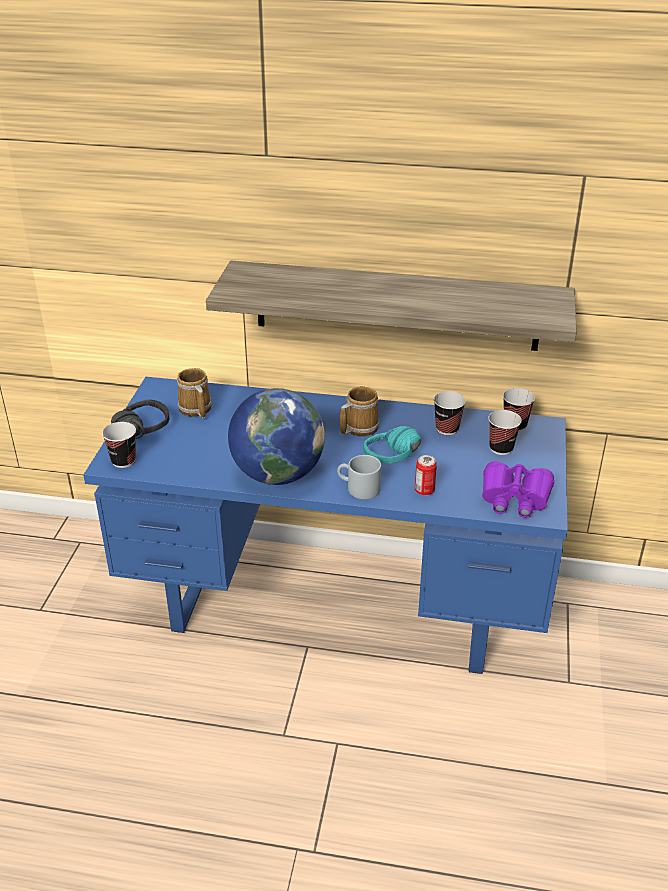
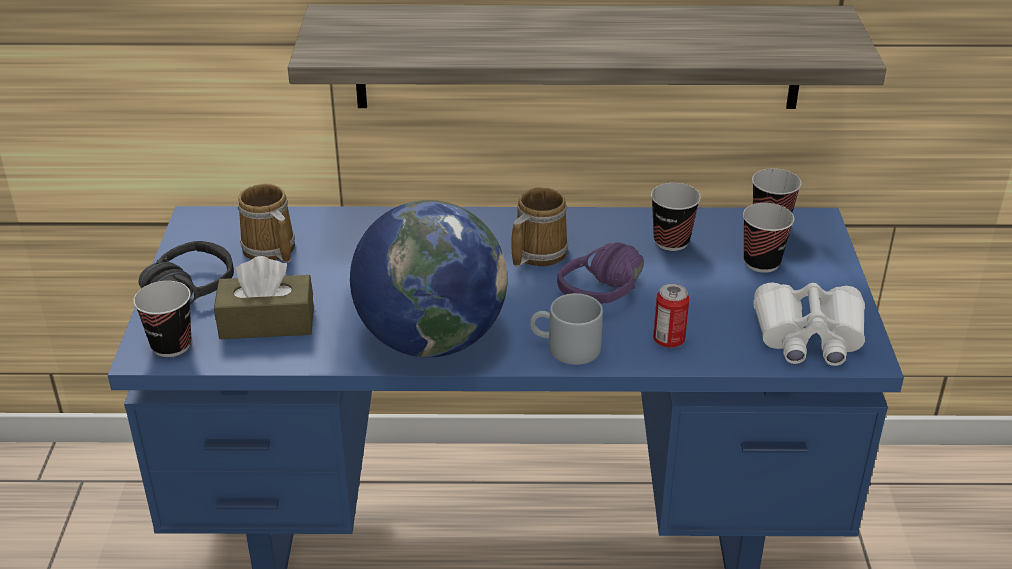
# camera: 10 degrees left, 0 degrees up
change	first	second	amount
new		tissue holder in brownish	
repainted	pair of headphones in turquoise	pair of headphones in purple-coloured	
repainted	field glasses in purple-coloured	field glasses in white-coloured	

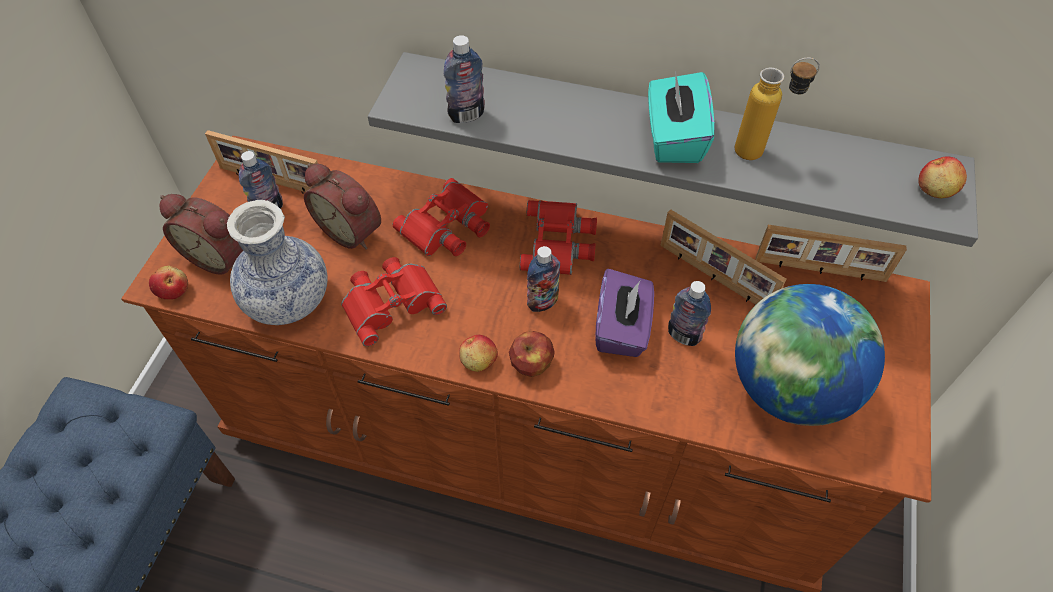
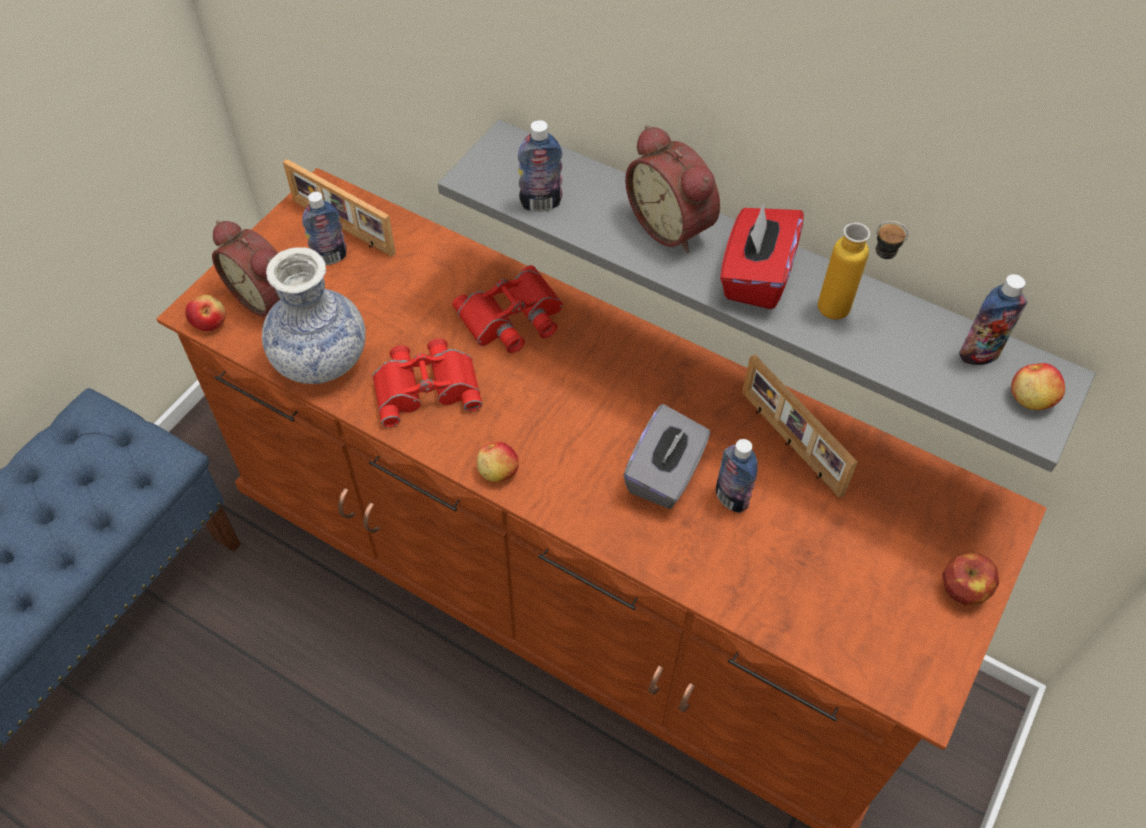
# camera: 15 degrees right, 0 degrees up
change	first	second	amount
gone	field glasses in red-coloured (no. 3 from left)		
gone	globe		
gone	photo frame (no. 3 from left)		
shifted	table clock (no. 2 from left)		
shifted	apple (no. 3 from left)		
shifted	bottle (no. 3 from left in the first image)	bottle (no. 5 from left)	
repainted	tissue holder in purple-coloured	tissue holder in grey	
repainted	tissue holder in turquoise	tissue holder in red-coloured	

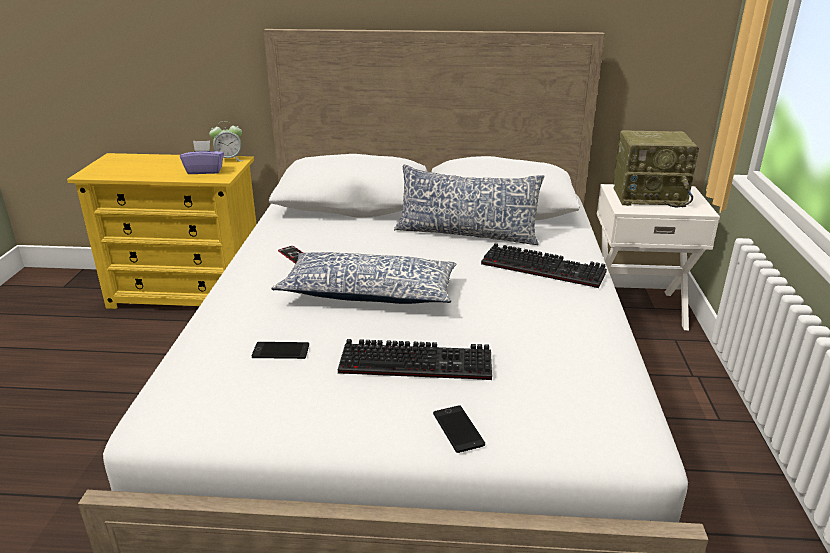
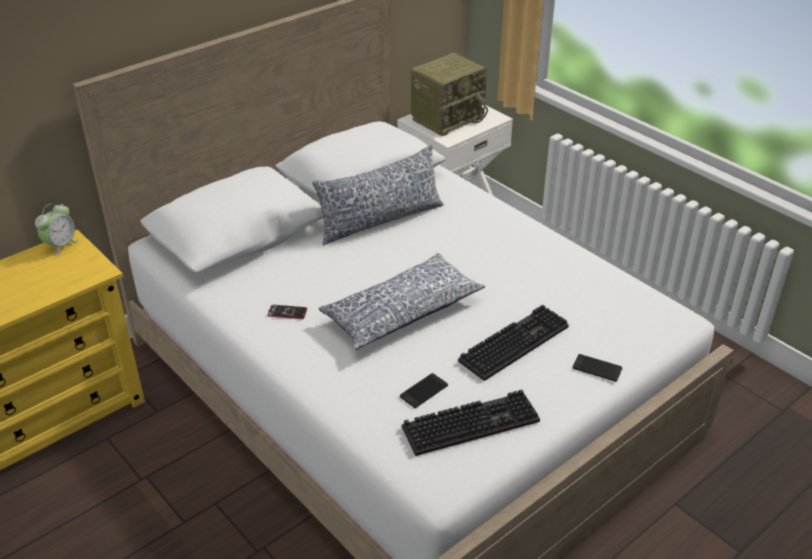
# camera: 45 degrees left, 10 degrees up
change	first	second	amount
gone	tissue holder in purple-coloured		
shifted	computer keyboard (no. 2 from left in the first image)	computer keyboard (no. 1 from left)	

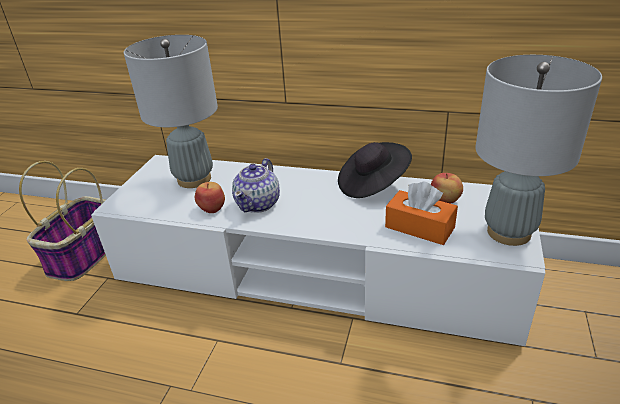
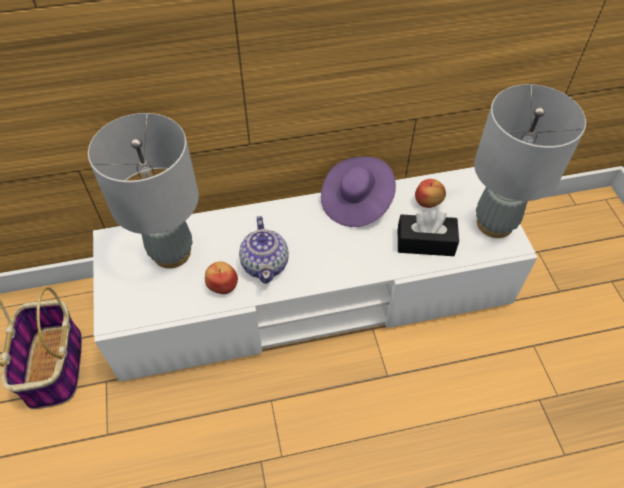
# camera: 30 degrees left, 20 degrees up
change	first	second	amount
repainted	wearable hat in blackish	wearable hat in purple-coloured	
repainted	tissue holder in orange-coloured	tissue holder in blackish	

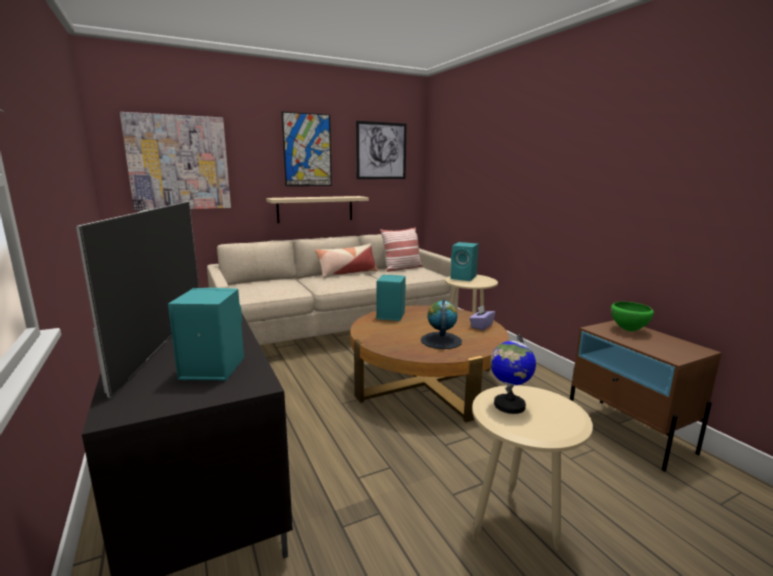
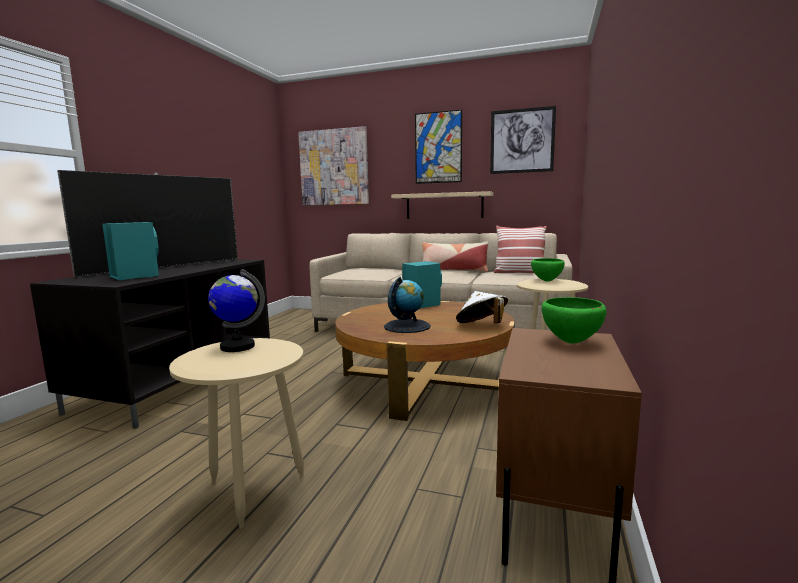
# camera: 45 degrees right, 5 degrees down
change	first	second	amount
swapped	audio speaker in turquoise (no. 3 from left)	serving bowl in green (no. 1 from left)	
swapped	tissue holder in purple-coloured	wearable hat in white-coloured	

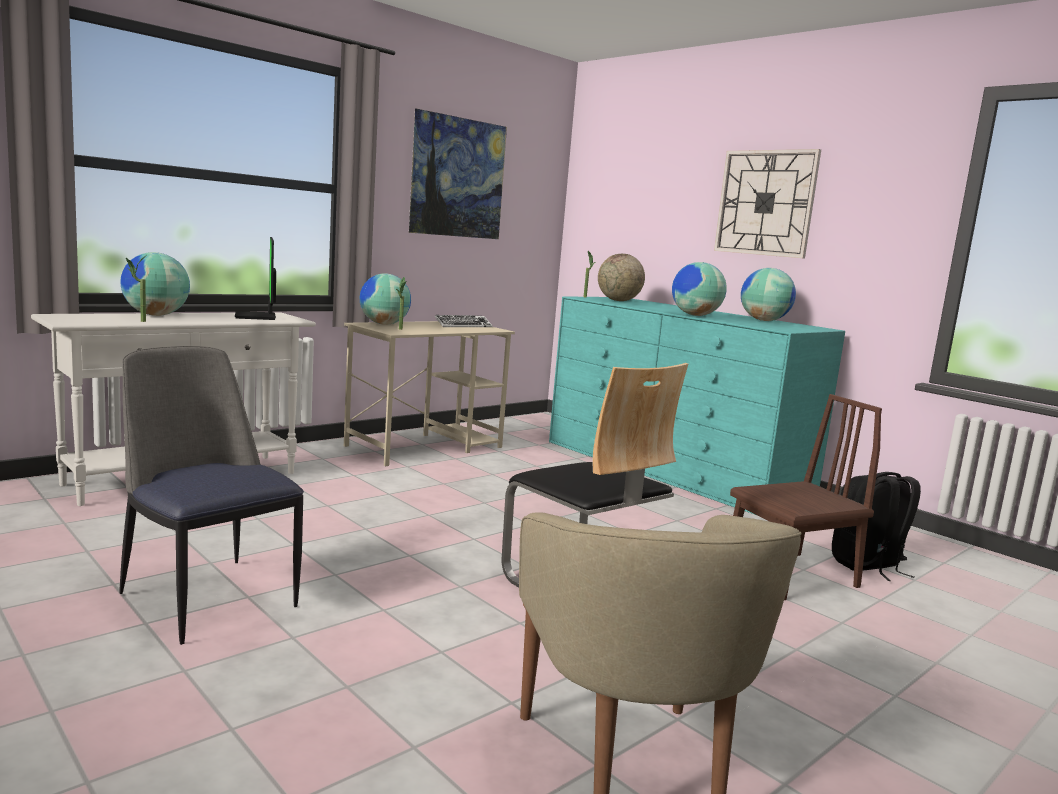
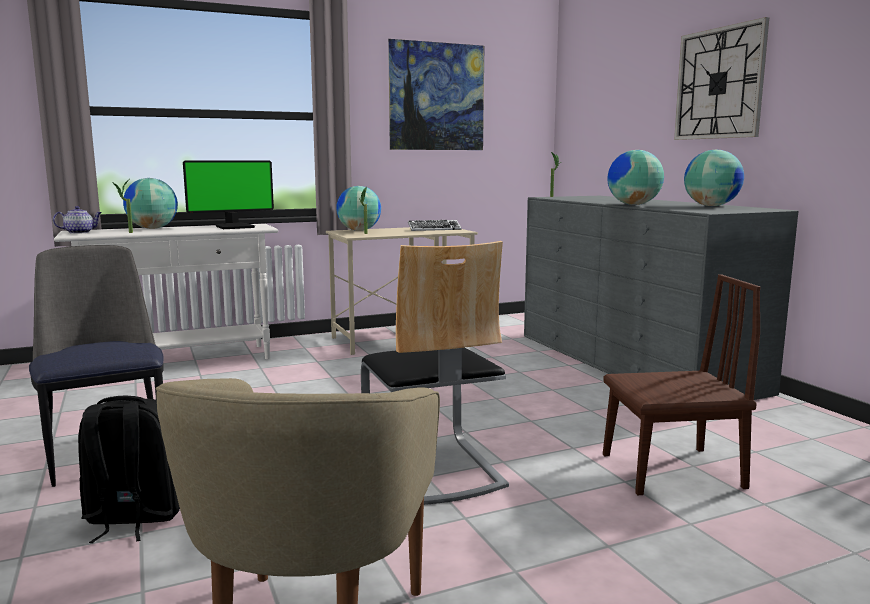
# camera: 20 degrees right, 0 degrees up
change	first	second	amount
gone	globe (no. 3 from left)		
new		teapot	
shifted	rucksack in blackish		
repainted	drawer chest in turquoise	drawer chest in grey	
rotated	computer screen		120 degrees counterclockwise

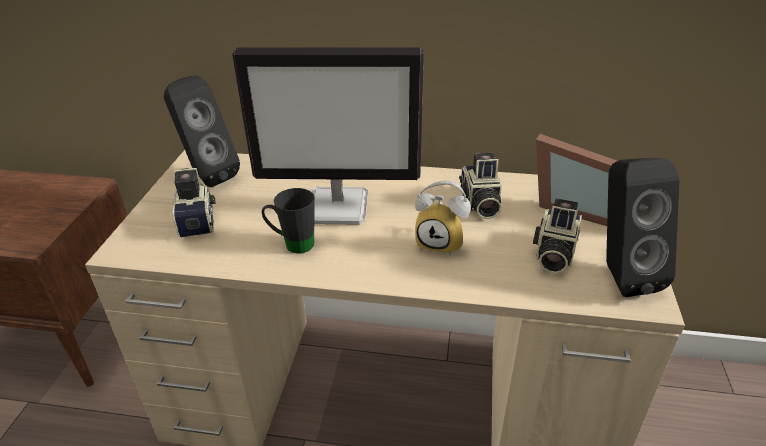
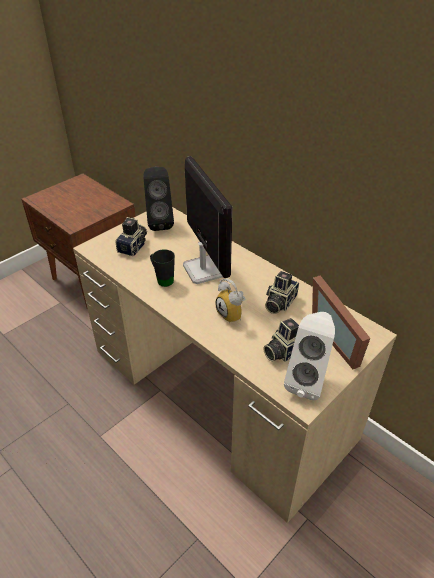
# camera: 35 degrees right, 5 degrees up
change	first	second	amount
repainted	audio speaker in blackish (no. 2 from left)	audio speaker in white-coloured	
rotated	computer screen		150 degrees counterclockwise

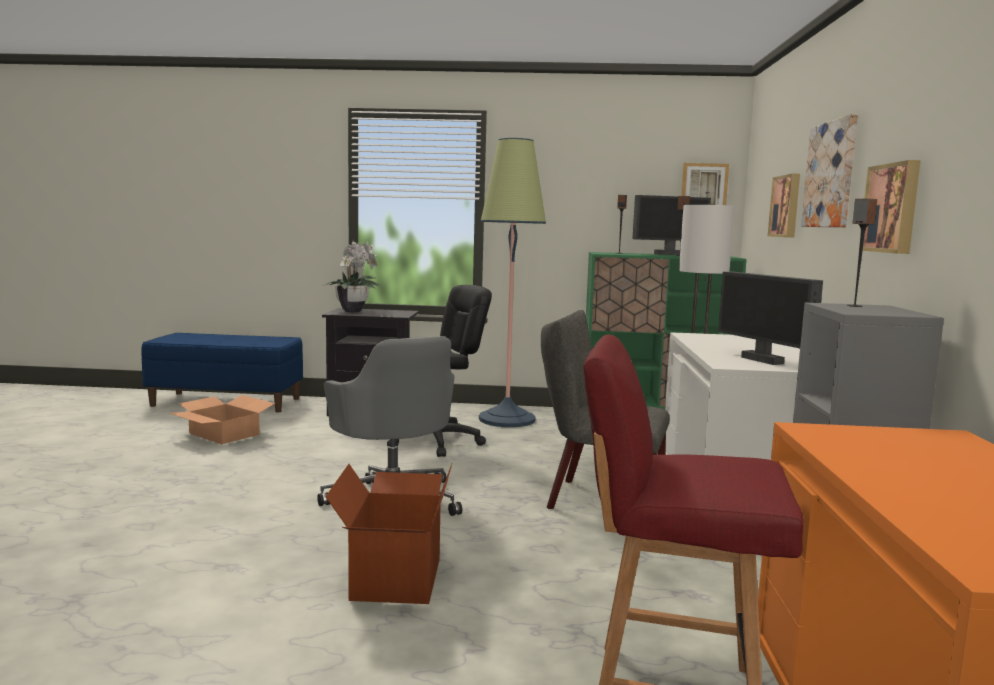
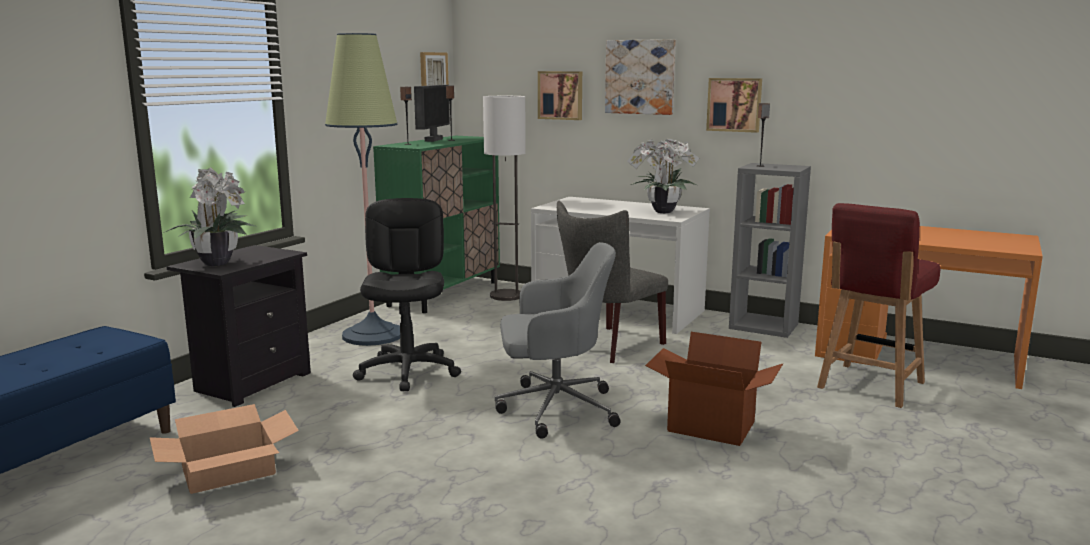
# camera: 65 degrees left, 5 degrees up
change	first	second	amount
swapped	computer screen (no. 2 from left)	potted plant (no. 2 from left)	

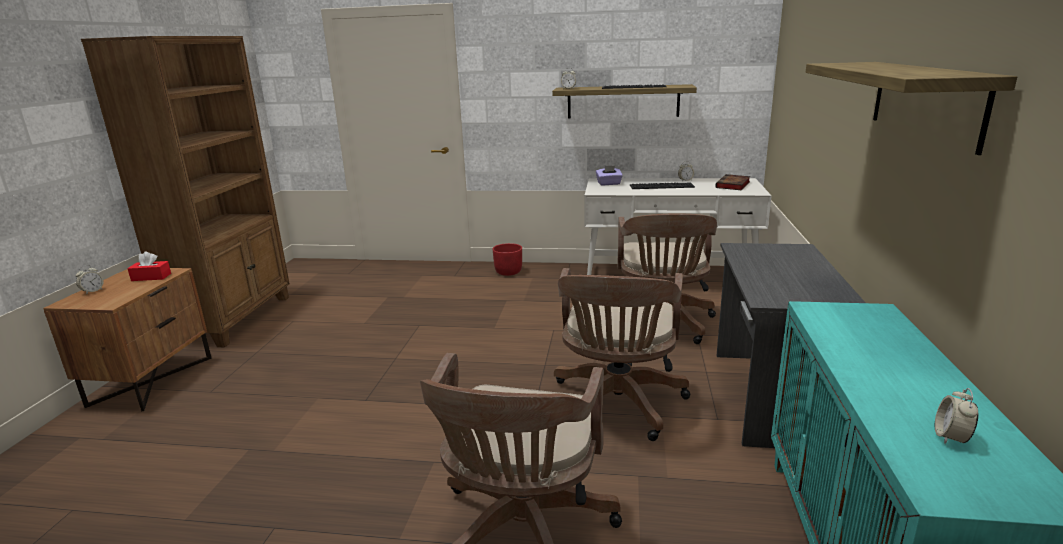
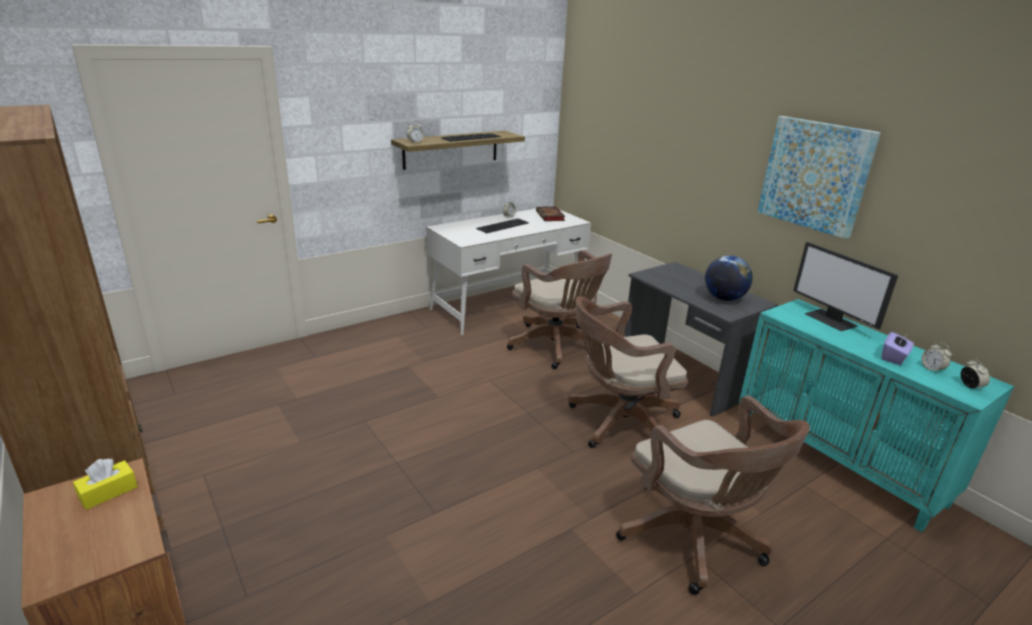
# camera: 45 degrees left, 5 degrees up
change	first	second	amount
gone	flower pot in red-coloured		
new		globe	
new		computer screen	
shifted	table clock (no. 1 from left in the first image)	table clock (no. 4 from left)	
shifted	tissue holder in purple-coloured		
swapped	bracket shelf (no. 2 from left)	wall art	
repainted	tissue holder in red-coloured	tissue holder in yellow-coloured	
rotated	office chair in brownish (no. 2 from left)		105 degrees clockwise

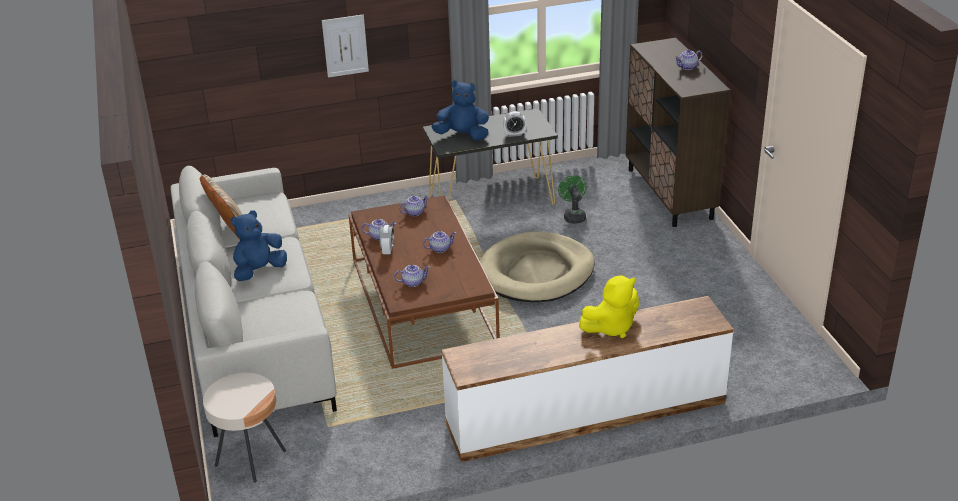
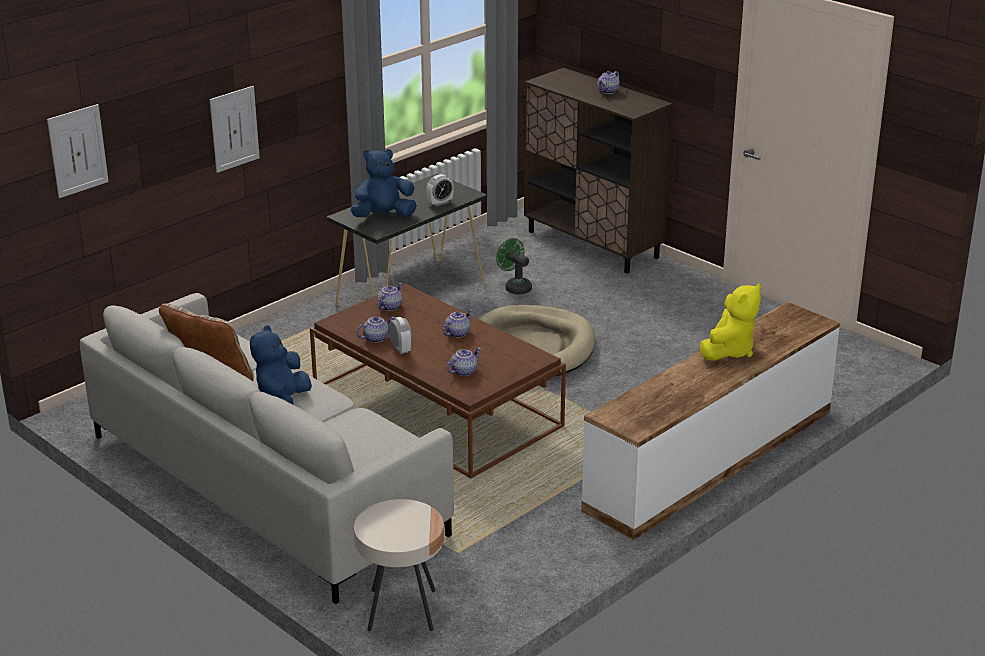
# camera: 30 degrees left, 5 degrees down
change	first	second	amount
new		wall art (no. 1 from left)	

